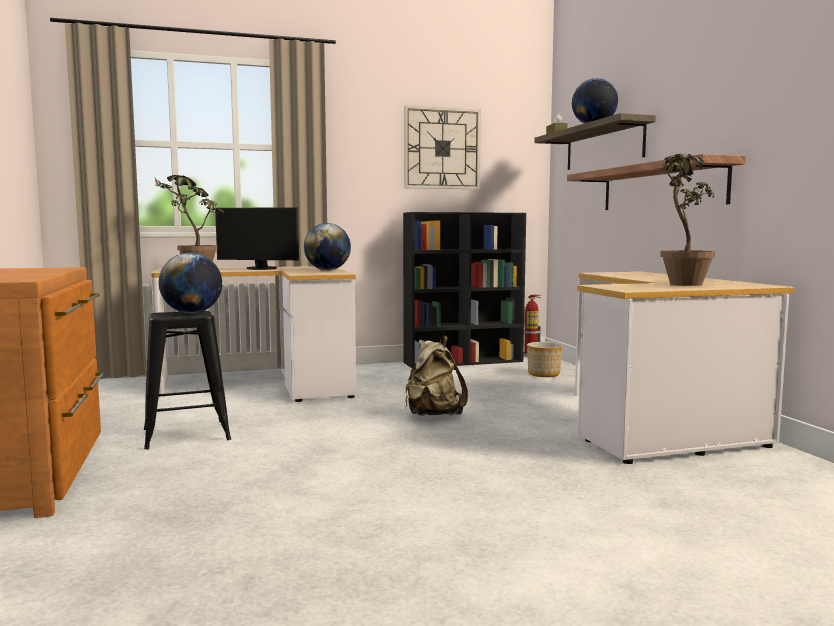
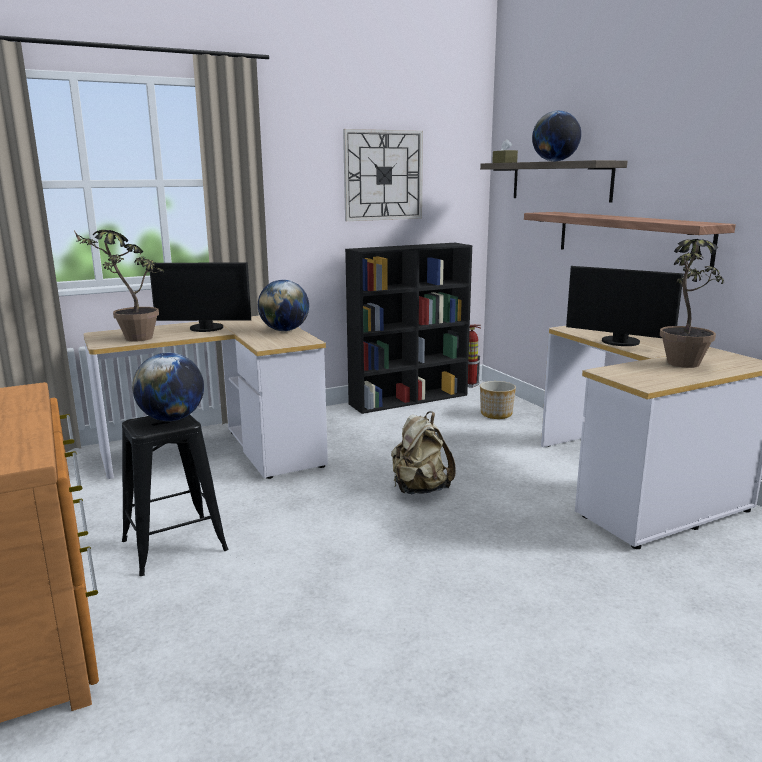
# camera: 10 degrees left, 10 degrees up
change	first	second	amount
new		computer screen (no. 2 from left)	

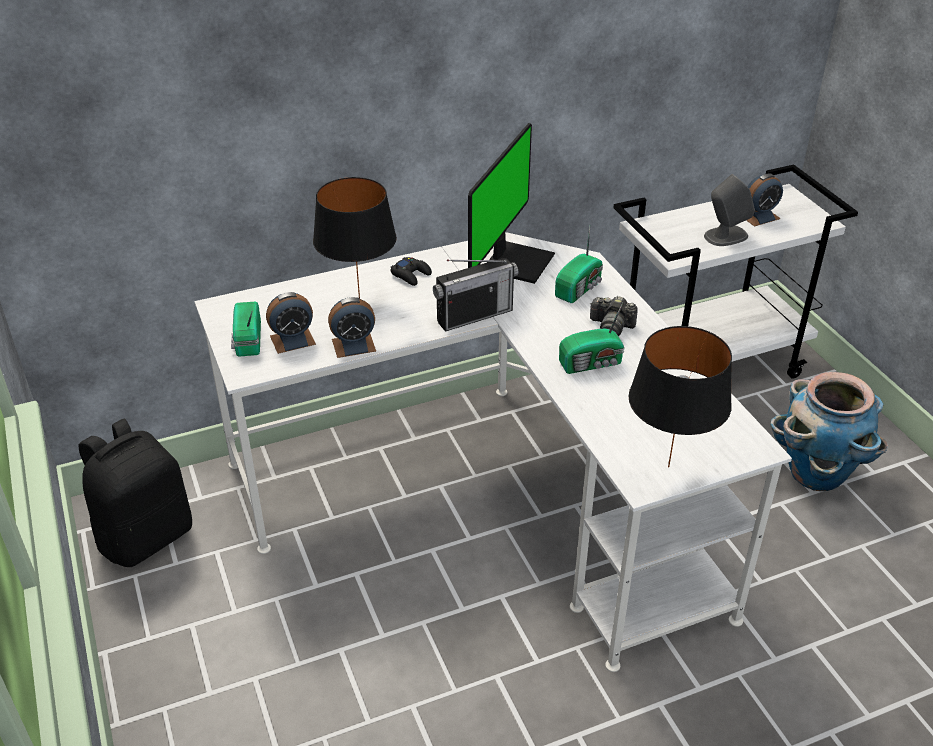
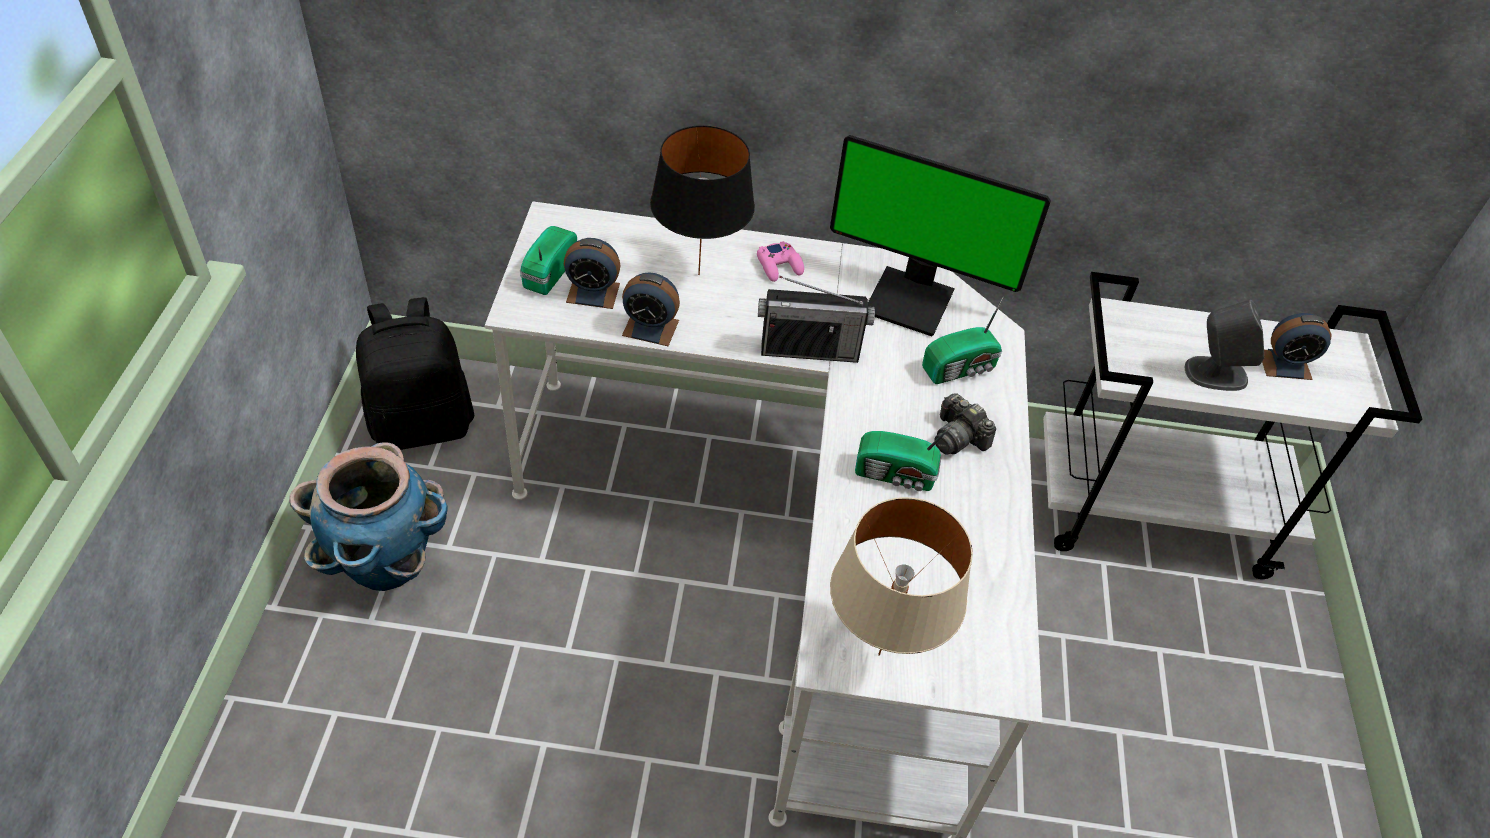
# camera: 25 degrees right, 10 degrees up
change	first	second	amount
shifted	flower pot		
repainted	game controller in blackish	game controller in pink-coloured	
repainted	table lamp in blackish (no. 2 from left)	table lamp in sand-coloured	
rotated	computer screen		60 degrees clockwise

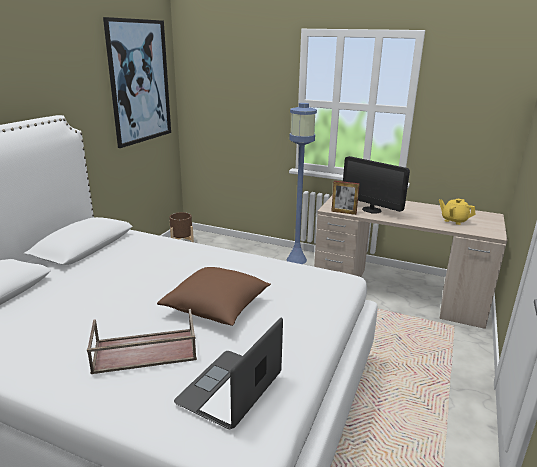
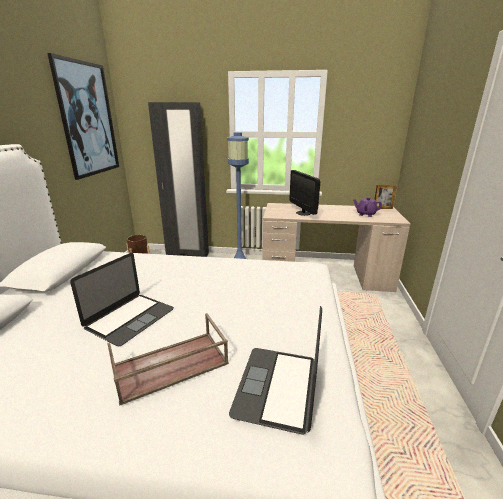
# camera: 15 degrees left, 0 degrees up
change	first	second	amount
gone	pillow in brownish		
new		portable computer (no. 1 from left)	
new		armoire in blackish	
shifted	photo frame		
repainted	teapot in yellow-coloured	teapot in purple-coloured	
rotated	computer screen		45 degrees clockwise

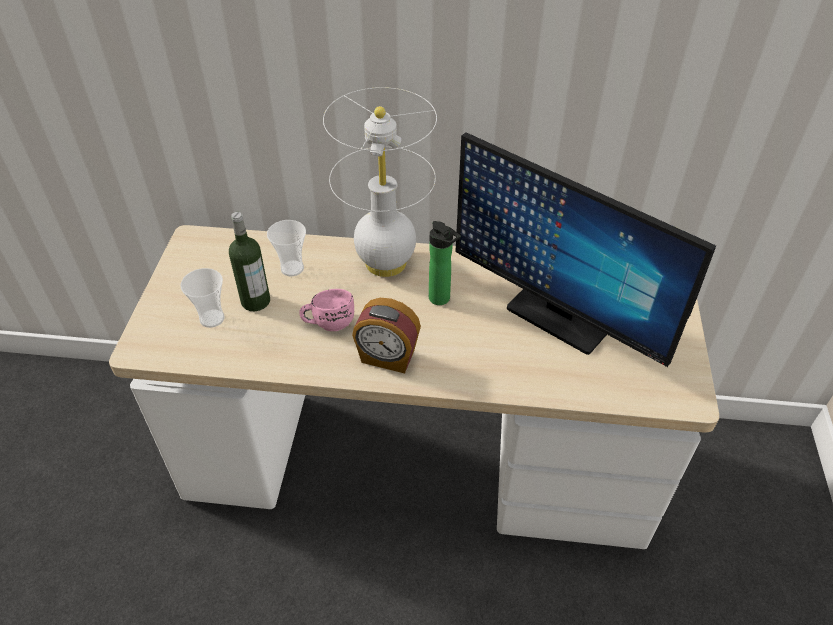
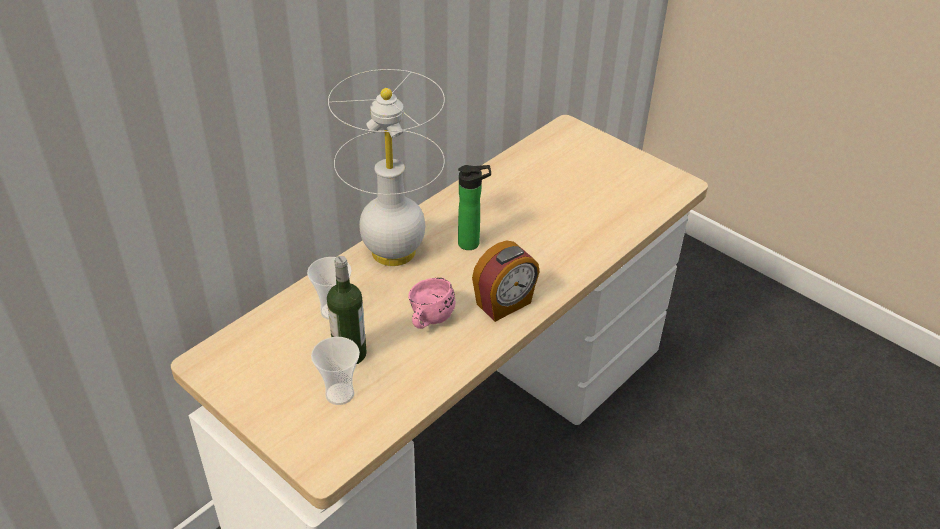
# camera: 55 degrees left, 5 degrees down
change	first	second	amount
gone	computer screen		

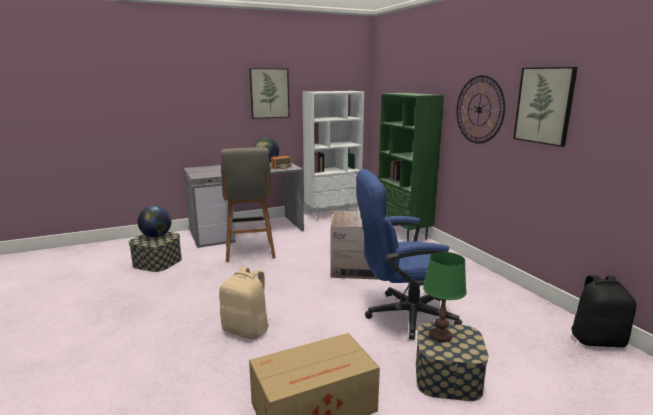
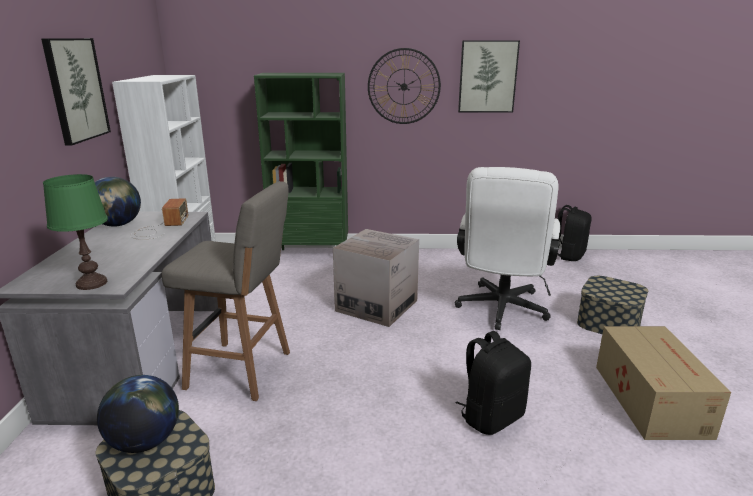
# camera: 65 degrees left, 5 degrees up
change	first	second	amount
shifted	table lamp in green		
repainted	rucksack in sand-coloured	rucksack in blackish (no. 1 from left)	
repainted	office chair in bluish	office chair in white-coloured	

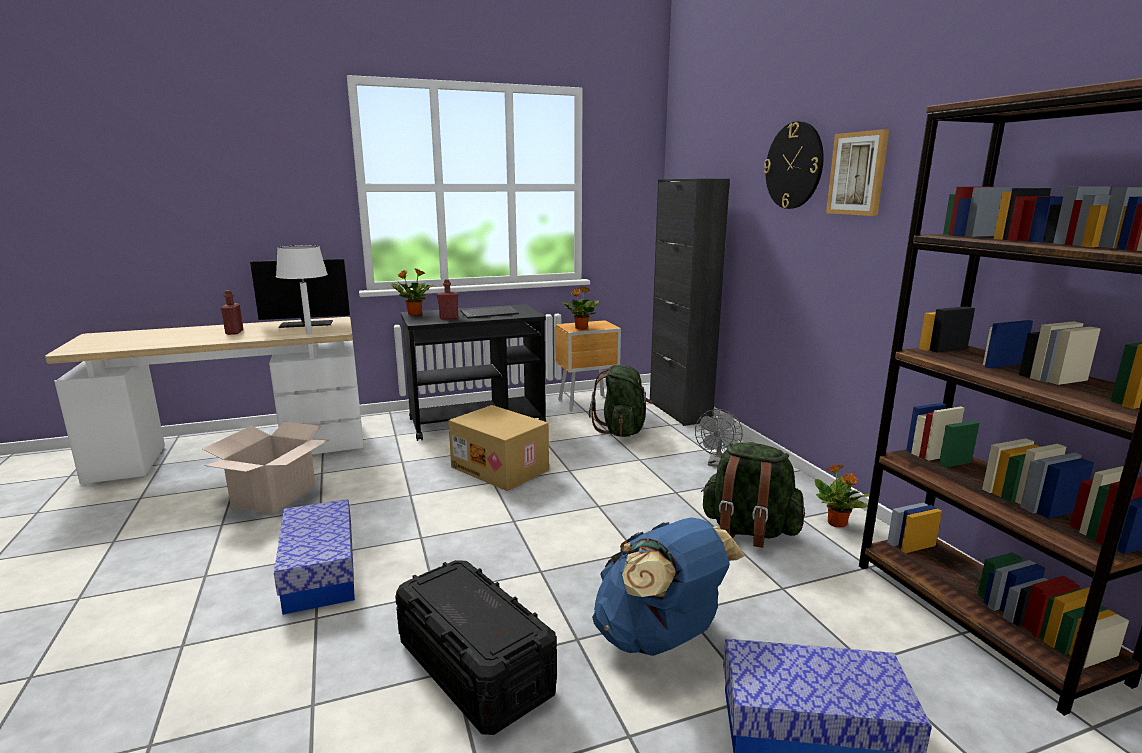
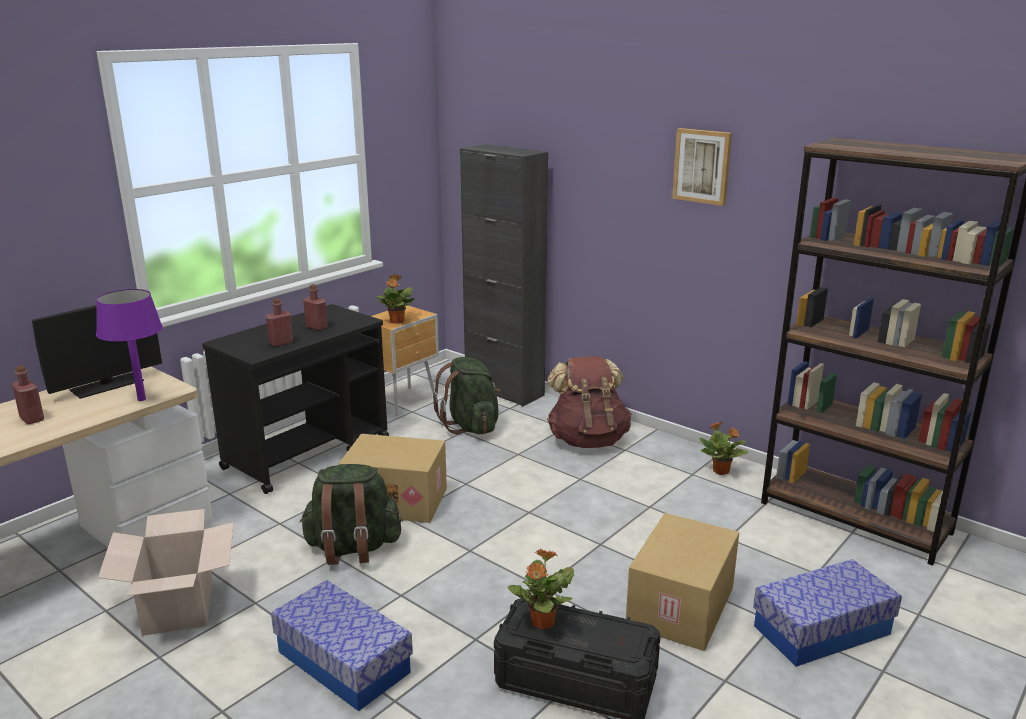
# camera: 30 degrees left, 5 degrees up
change	first	second	amount
gone	wall clock		
shifted	potted plant (no. 1 from left in the first image)	potted plant (no. 2 from left)	
shifted	rucksack in green (no. 2 from left in the first image)	rucksack in green (no. 1 from left)	
swapped	computer keyboard	bottle in red-coloured (no. 3 from left)	
swapped	rucksack in bluish	packing box (no. 3 from left)	
swapped	fan in grey	rucksack in brownish	
repainted	table lamp in white-coloured	table lamp in purple-coloured	

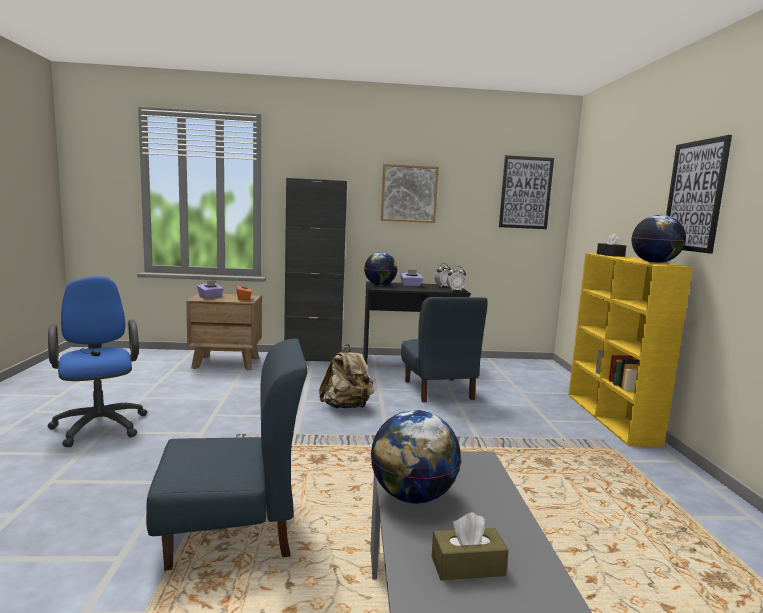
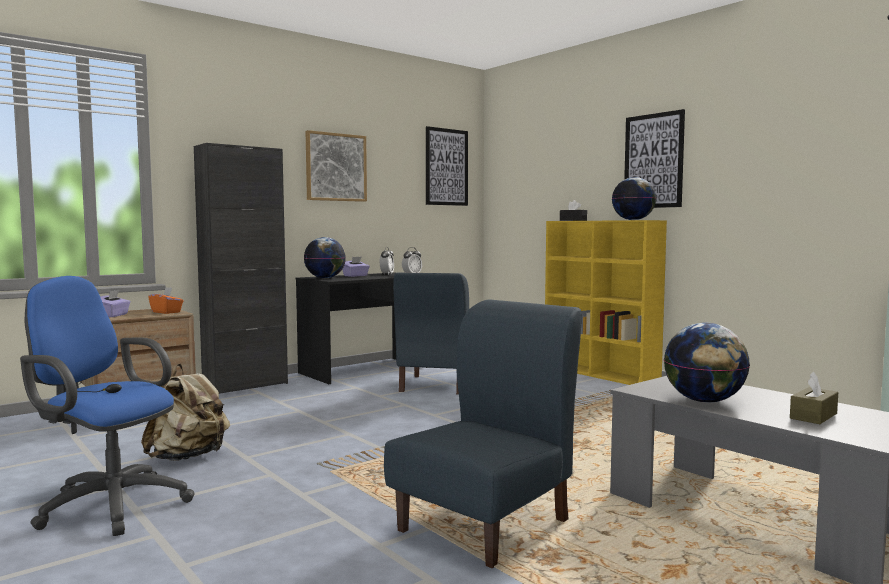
# camera: 35 degrees left, 5 degrees down
change	first	second	amount
shifted	rucksack in sand-coloured		
rotated	upright chair in bluish (no. 2 from left in the first image)	upright chair in bluish (no. 1 from left)	60 degrees clockwise

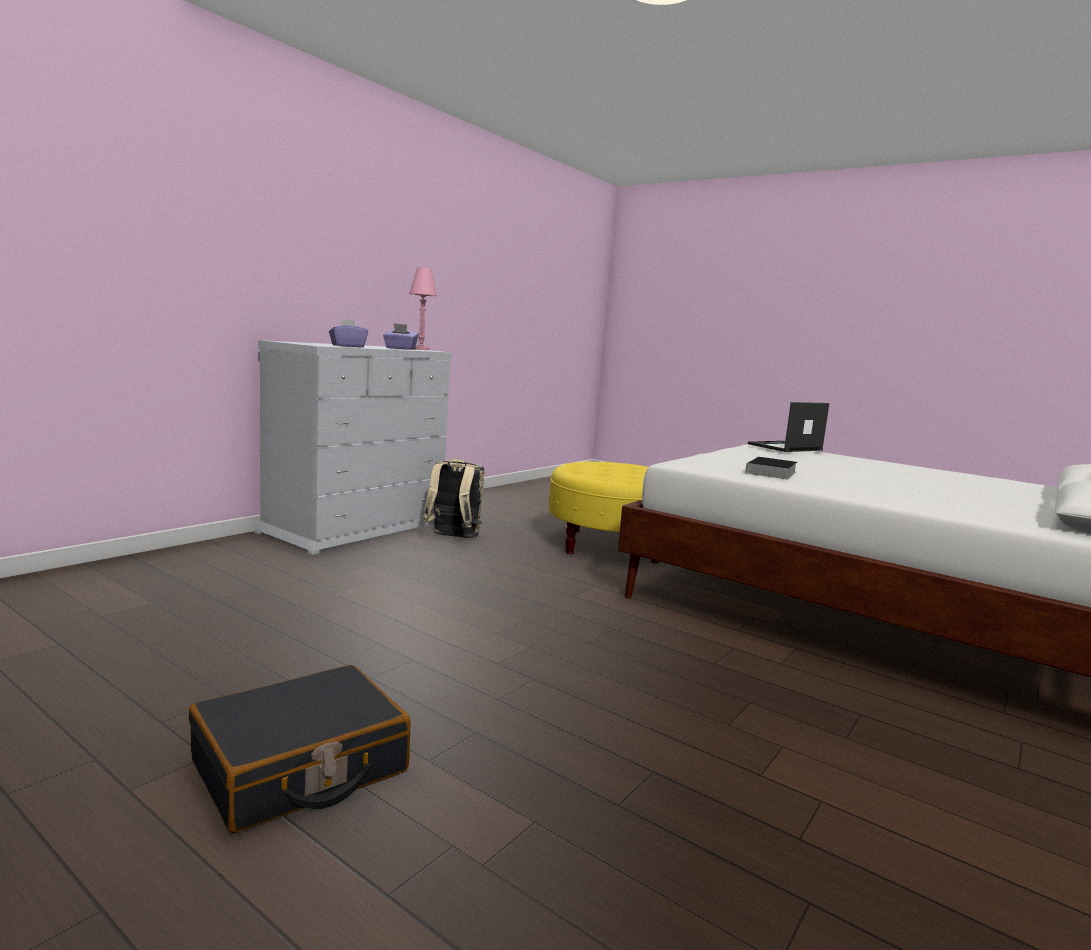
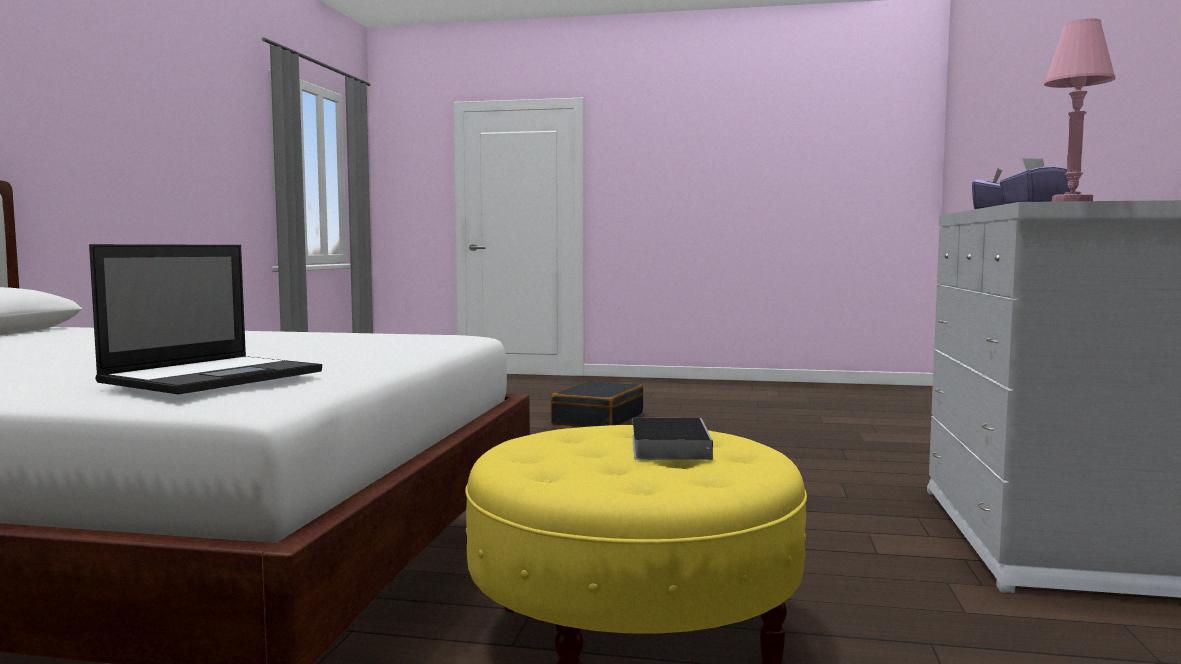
# camera: 155 degrees right, 5 degrees down
change	first	second	amount
gone	rucksack in sand-coloured		
shifted	book		

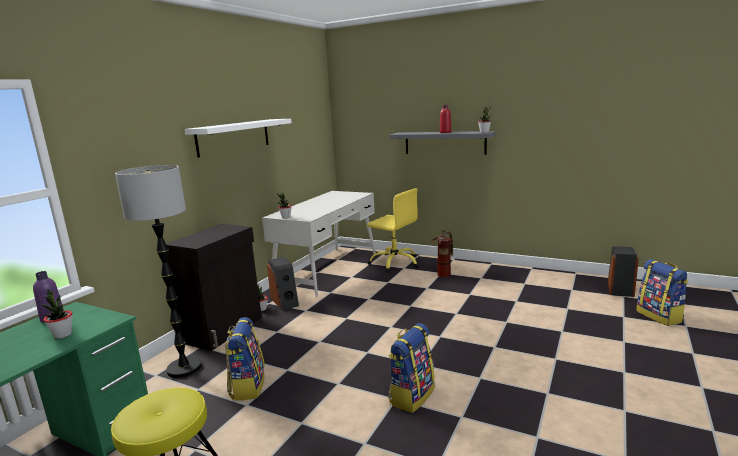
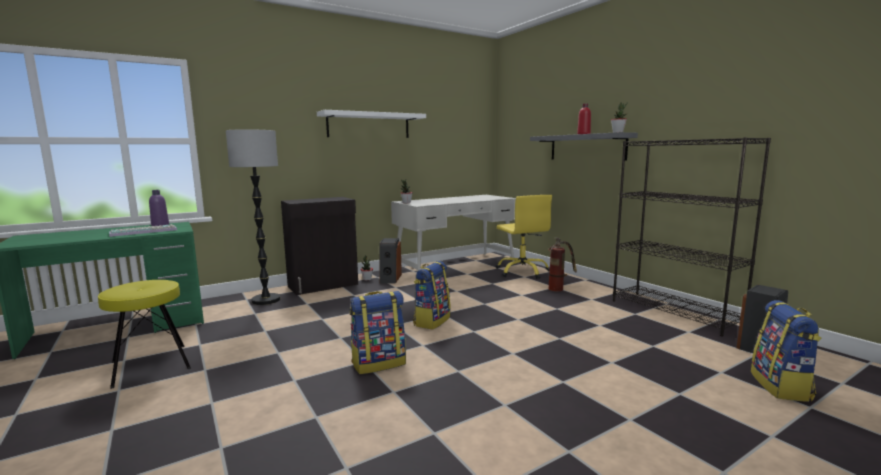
# camera: 30 degrees right, 5 degrees down
change	first	second	amount
new		bookshelf in blackish	
shifted	rucksack (no. 1 from left in the first image)	rucksack (no. 2 from left)	
swapped	potted plant (no. 1 from left)	computer keyboard	

